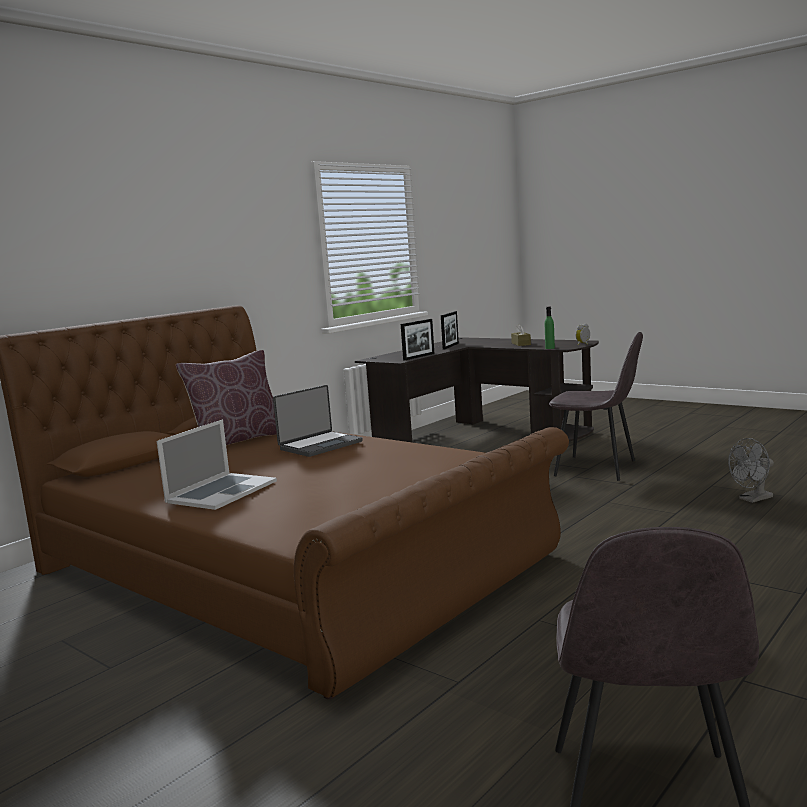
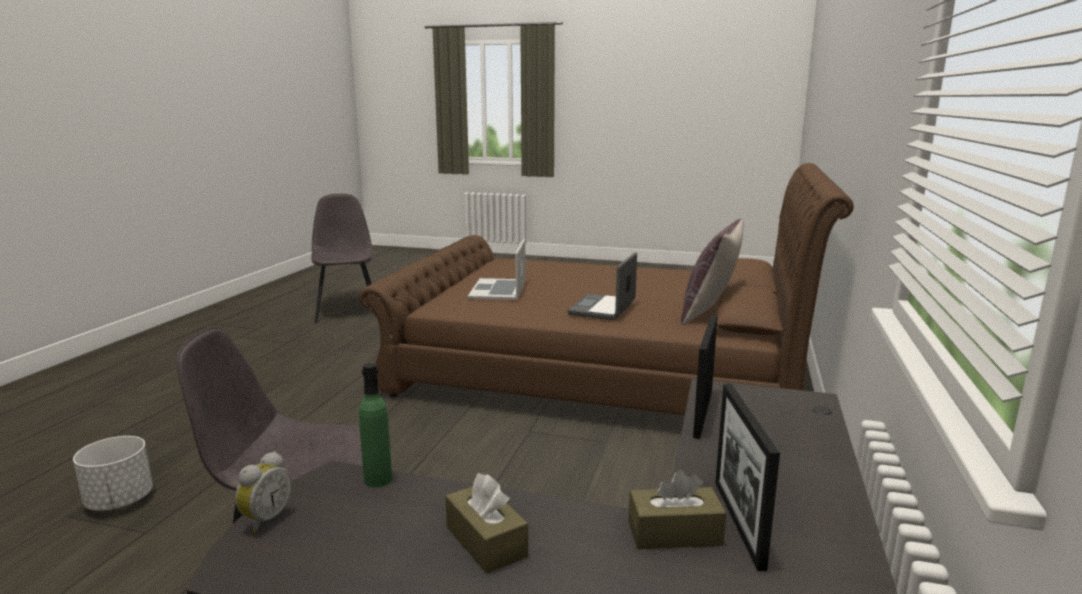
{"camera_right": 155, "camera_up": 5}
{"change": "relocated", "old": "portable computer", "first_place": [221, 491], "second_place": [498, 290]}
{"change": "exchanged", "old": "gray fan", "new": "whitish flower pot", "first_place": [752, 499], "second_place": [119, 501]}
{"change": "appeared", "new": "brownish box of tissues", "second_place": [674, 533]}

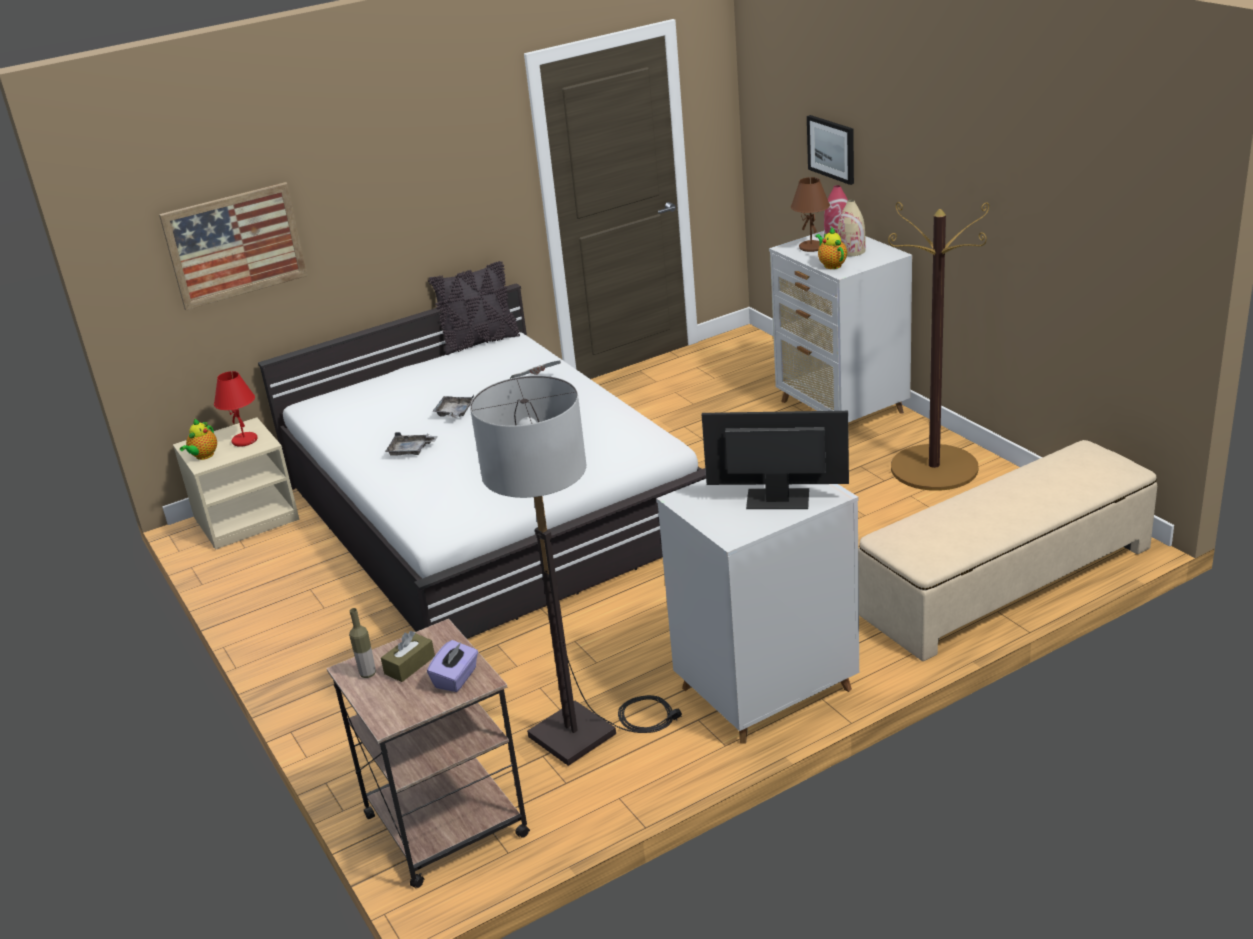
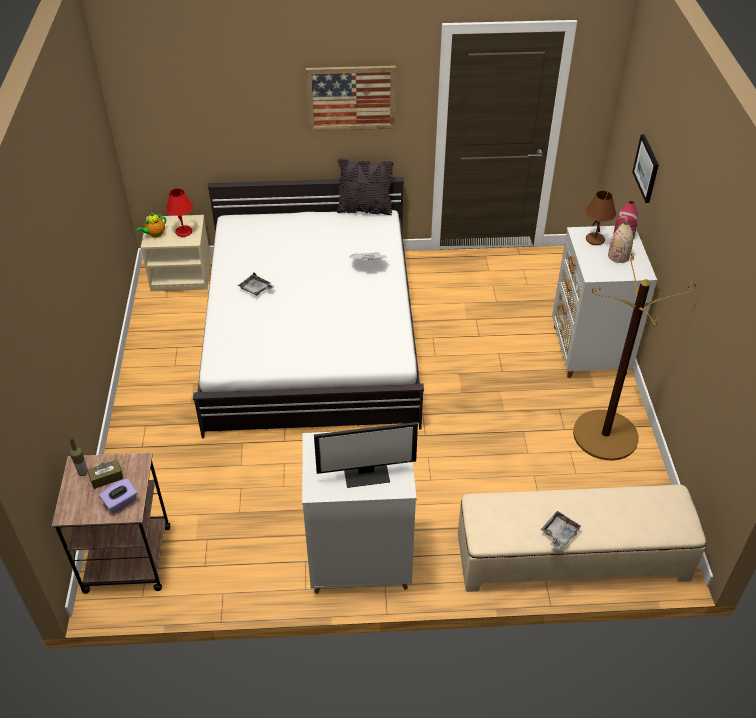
{"camera_right": 25, "camera_up": 15}
{"change": "relocated", "old": "wall picture", "first_place": [235, 245], "second_place": [351, 98]}
{"change": "missing", "old": "tea pot", "first_place": [831, 265]}
{"change": "missing", "old": "standing lamp", "first_place": [594, 731]}
{"change": "relocated", "old": "gray tray", "first_place": [454, 413], "second_place": [559, 533]}
{"change": "spun", "old": "monitor", "first_place": [777, 500], "second_place": [367, 473], "degrees": 135}

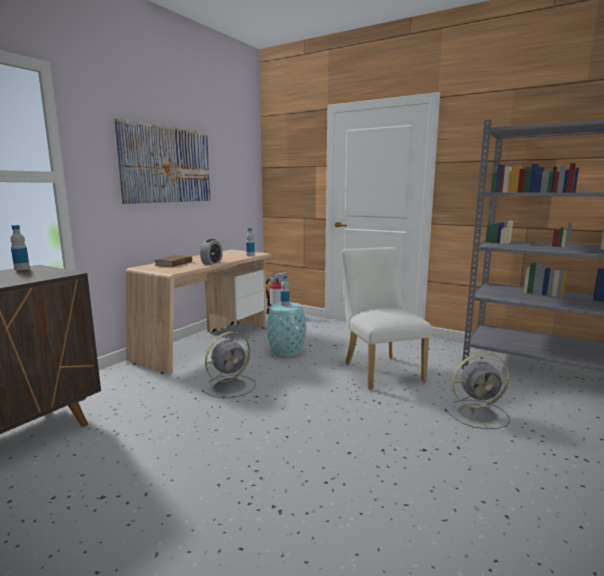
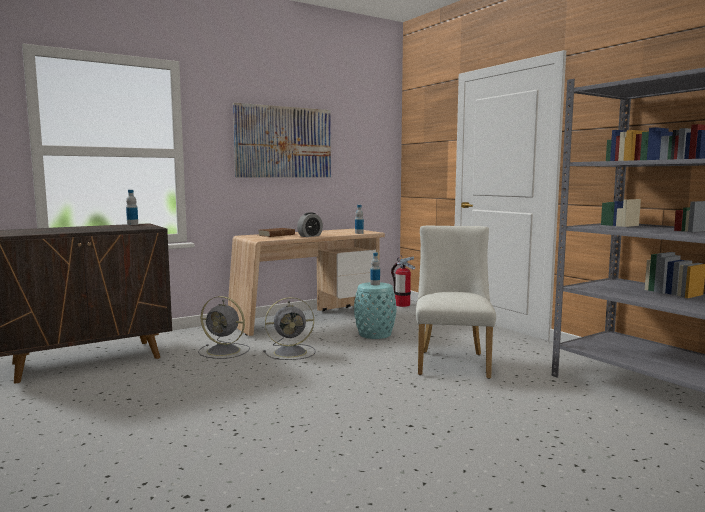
{"camera_right": 25, "camera_up": -5}
{"change": "relocated", "old": "gray fan", "first_place": [479, 414], "second_place": [225, 351]}

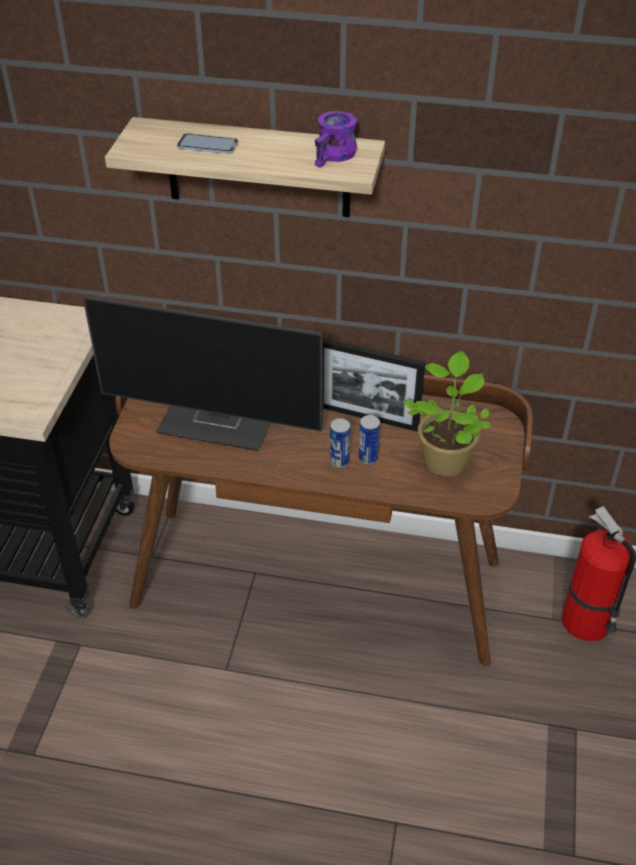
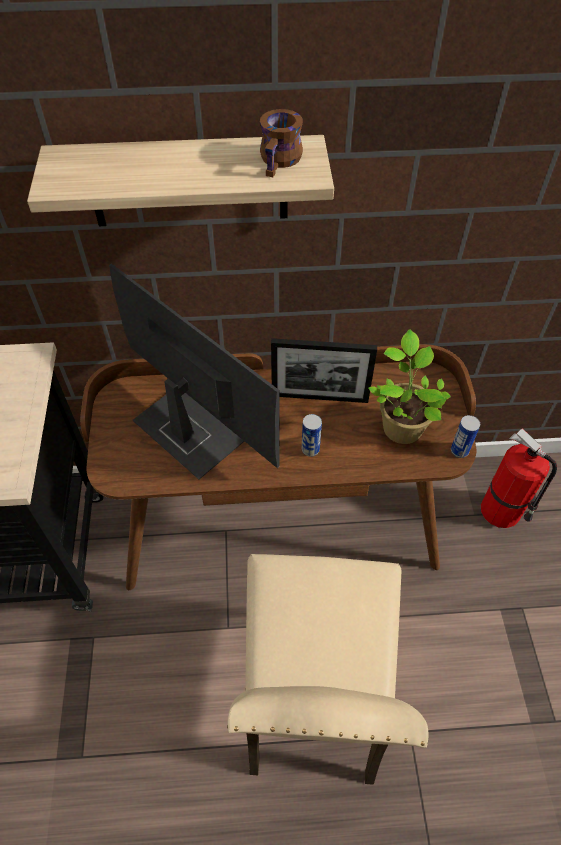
{"camera_right": -15, "camera_up": 10}
{"change": "colour", "old": "purplish coffee mug", "new": "brownish coffee mug", "first_place": [336, 156], "second_place": [282, 161]}
{"change": "missing", "old": "phone", "first_place": [207, 145]}
{"change": "spun", "old": "monitor", "first_place": [220, 421], "second_place": [187, 430], "degrees": -135}
{"change": "relocated", "old": "metal can", "first_place": [368, 458], "second_place": [459, 450]}
{"change": "appeared", "new": "beige-coloured upright chair", "second_place": [314, 696]}

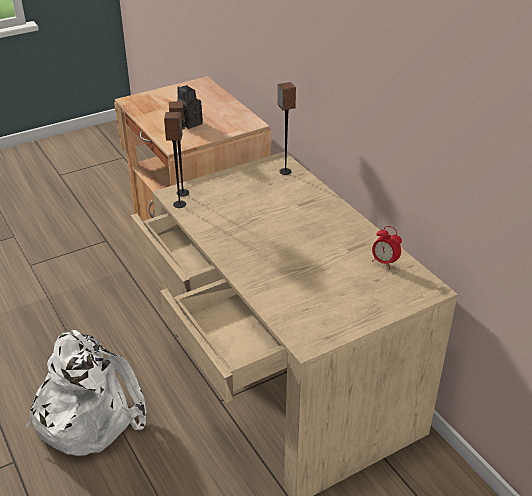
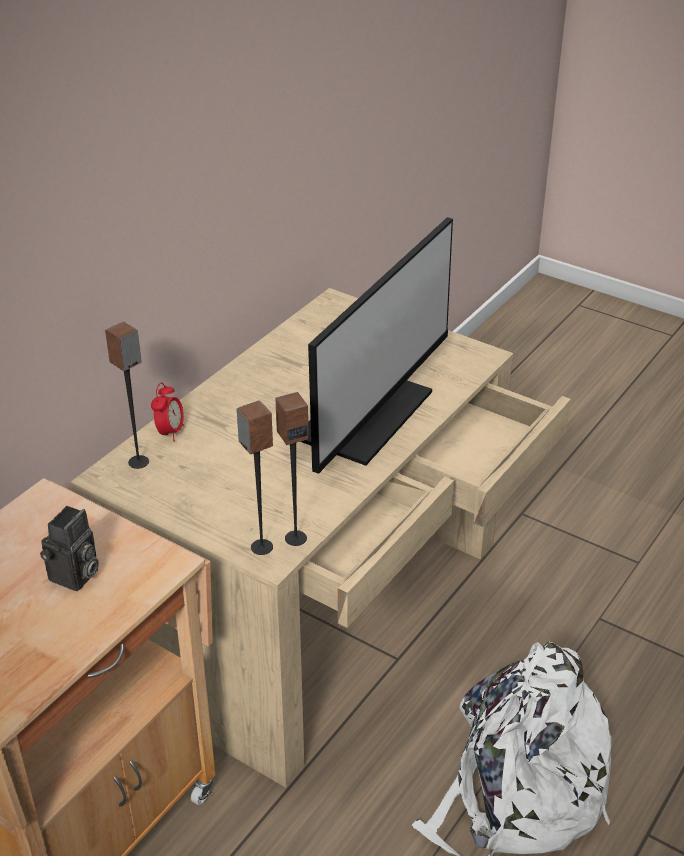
{"camera_right": -115, "camera_up": 0}
{"change": "relocated", "old": "bedside clock", "first_place": [384, 262], "second_place": [170, 432]}
{"change": "appeared", "new": "monitor", "second_place": [367, 416]}

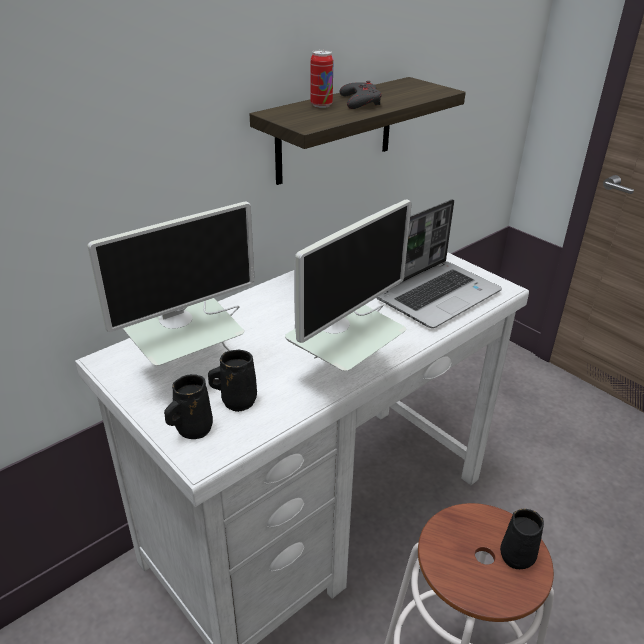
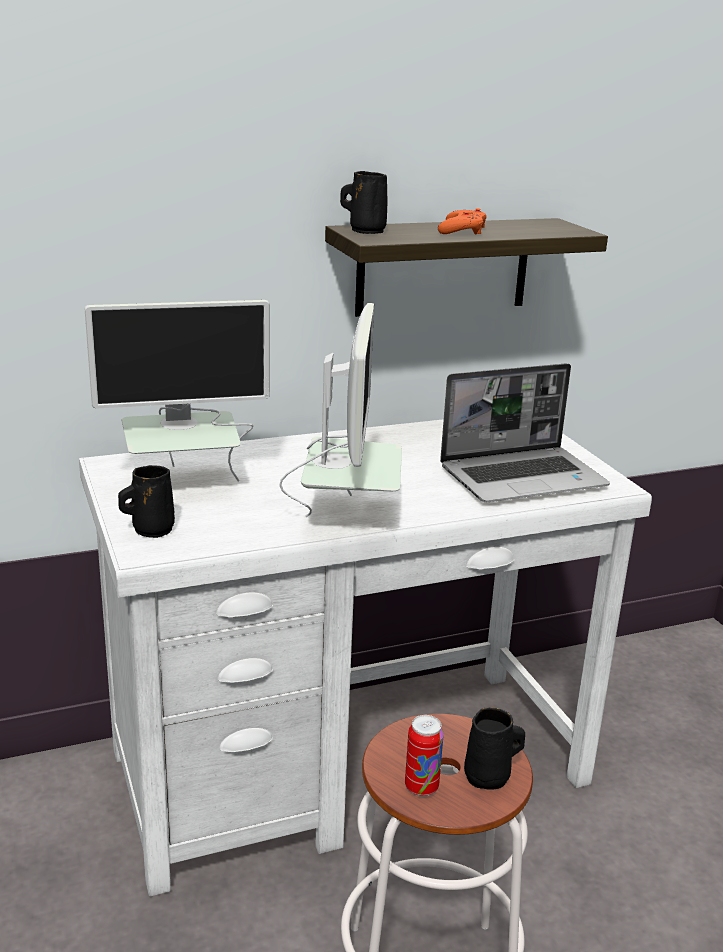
{"camera_right": 20, "camera_up": -10}
{"change": "relocated", "old": "metal can", "first_place": [321, 105], "second_place": [421, 787]}
{"change": "colour", "old": "gray gamepad", "new": "orange gamepad", "first_place": [360, 101], "second_place": [462, 230]}
{"change": "spun", "old": "monitor", "first_place": [343, 373], "second_place": [346, 520], "degrees": -60}
{"change": "relocated", "old": "black-coloured coffee mug", "first_place": [237, 401], "second_place": [365, 231]}

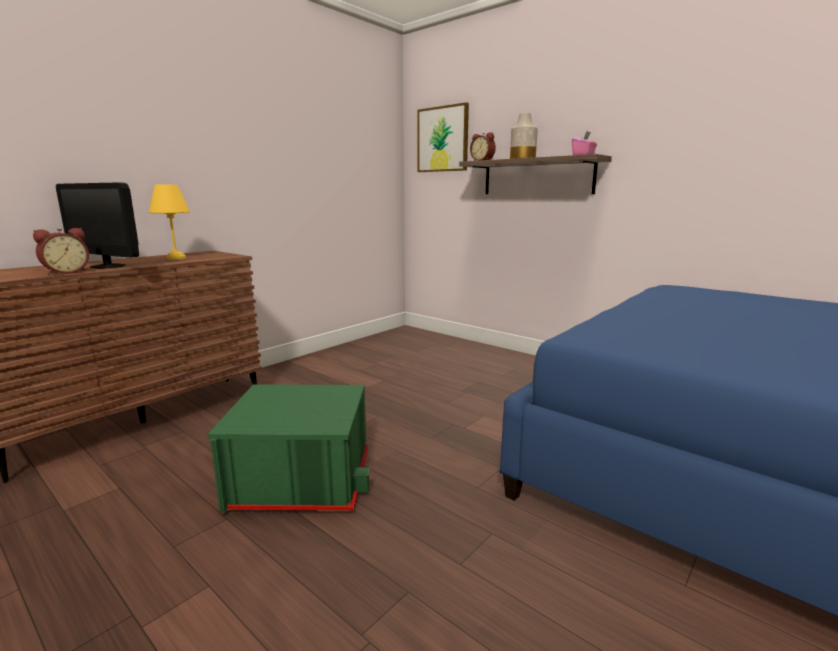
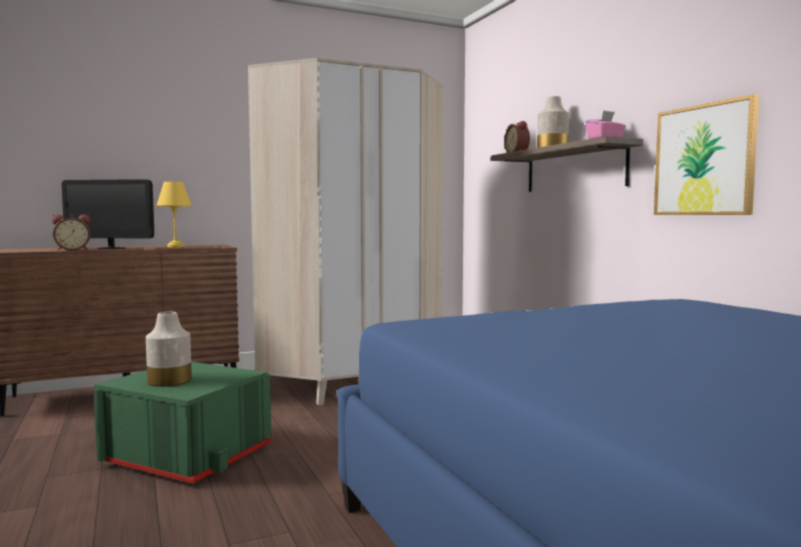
{"camera_right": 25, "camera_up": -10}
{"change": "relocated", "old": "wall picture", "first_place": [443, 139], "second_place": [704, 160]}
{"change": "spun", "old": "monitor", "first_place": [108, 266], "second_place": [111, 248], "degrees": -45}
{"change": "appeared", "new": "beige-coloured armoire", "second_place": [351, 382]}
{"change": "appeared", "new": "beige-coloured flower vase", "second_place": [170, 380]}

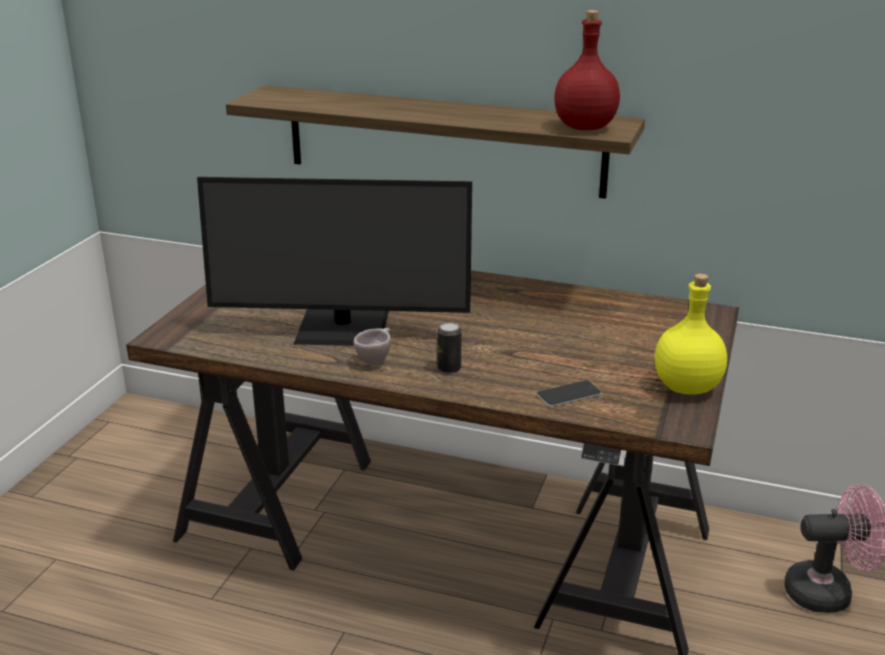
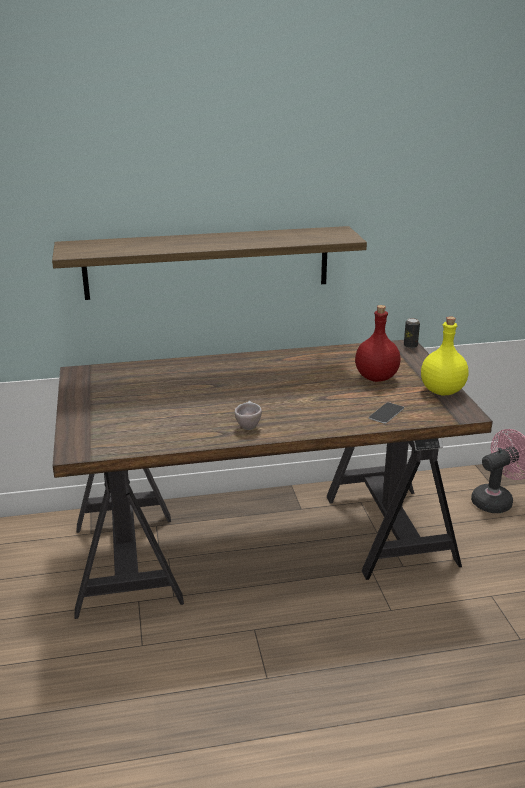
{"camera_right": -30, "camera_up": 0}
{"change": "relocated", "old": "reddish bottle", "first_place": [585, 127], "second_place": [376, 377]}
{"change": "missing", "old": "monitor", "first_place": [342, 327]}
{"change": "relocated", "old": "metal can", "first_place": [449, 368], "second_place": [410, 346]}

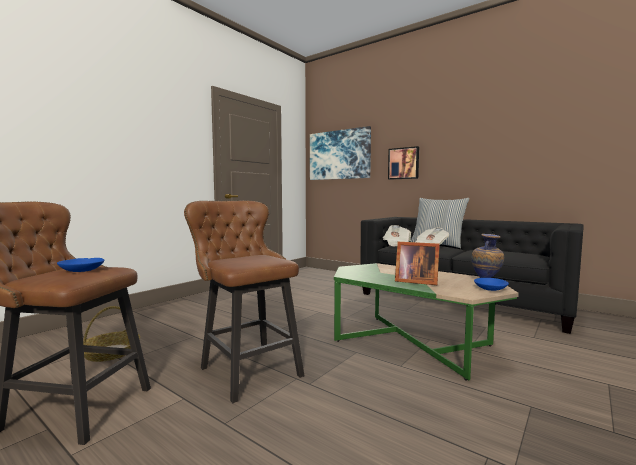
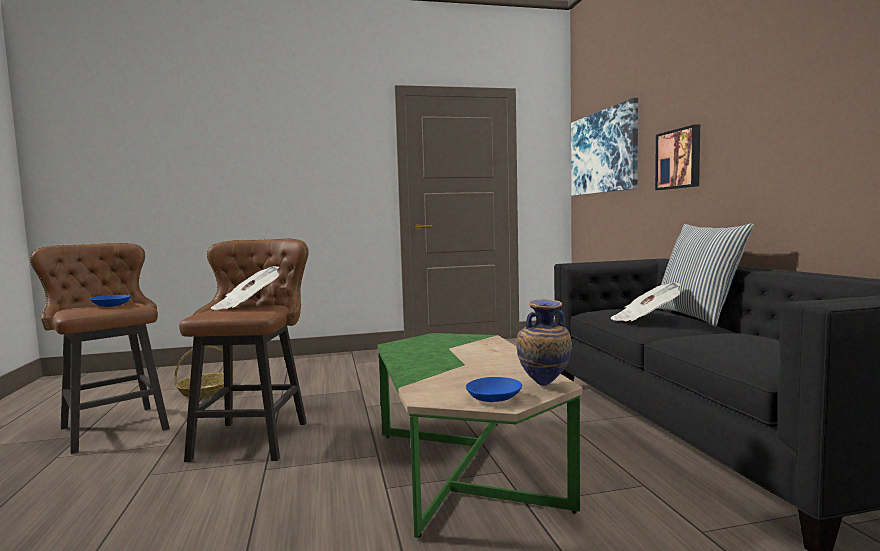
{"camera_right": 40, "camera_up": 0}
{"change": "relocated", "old": "printed paper", "first_place": [395, 244], "second_place": [247, 306]}
{"change": "missing", "old": "standing frame", "first_place": [415, 281]}

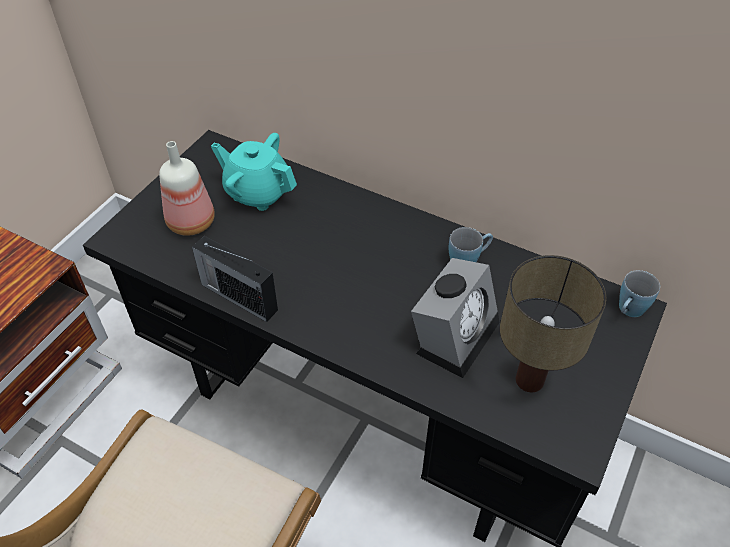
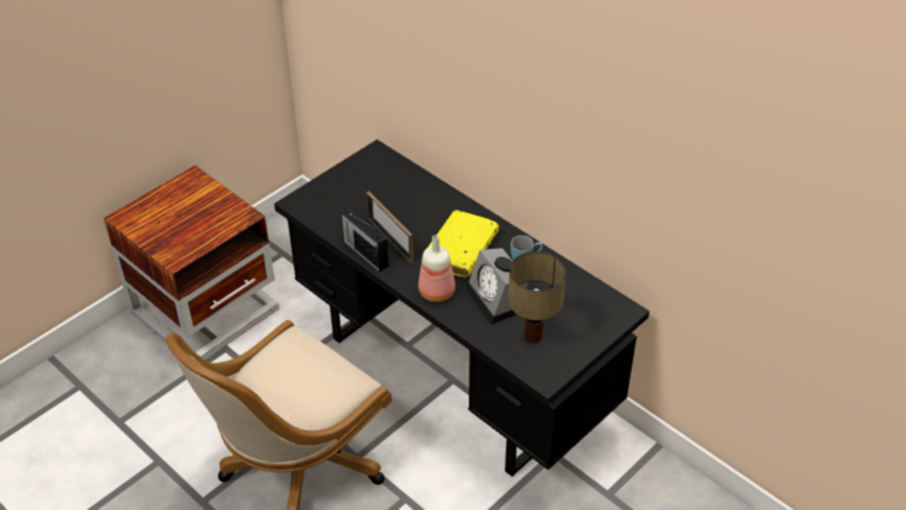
{"camera_right": 15, "camera_up": -5}
{"change": "missing", "old": "blue-green tea pot", "first_place": [258, 192]}
{"change": "relocated", "old": "bottle", "first_place": [191, 221], "second_place": [437, 291]}
{"change": "spun", "old": "bedside clock", "first_place": [455, 333], "second_place": [497, 301], "degrees": 105}
{"change": "missing", "old": "bluish coffee mug", "first_place": [628, 311]}
{"change": "appeared", "new": "standing frame", "second_place": [390, 240]}
{"change": "appeared", "new": "yellowish bound book", "second_place": [461, 250]}

